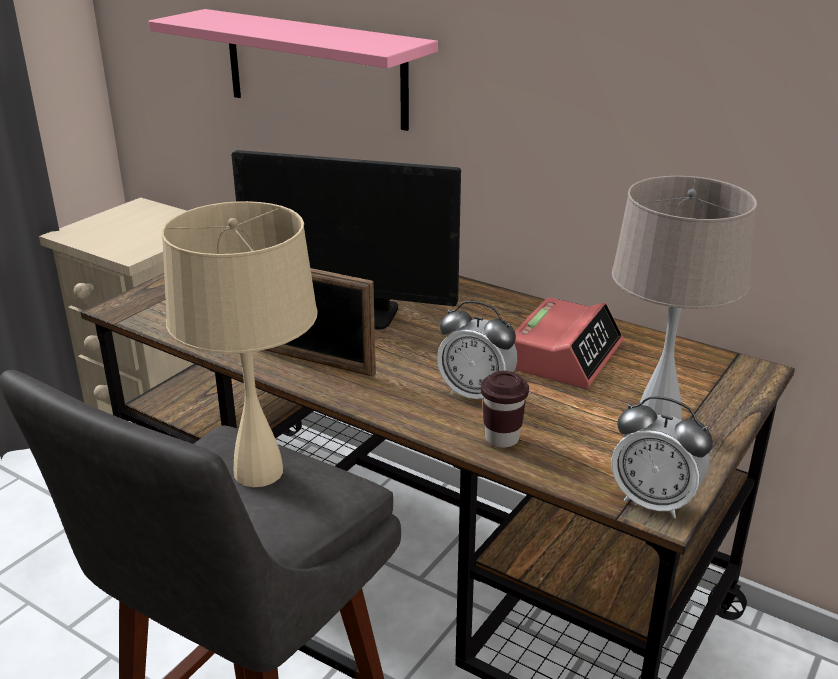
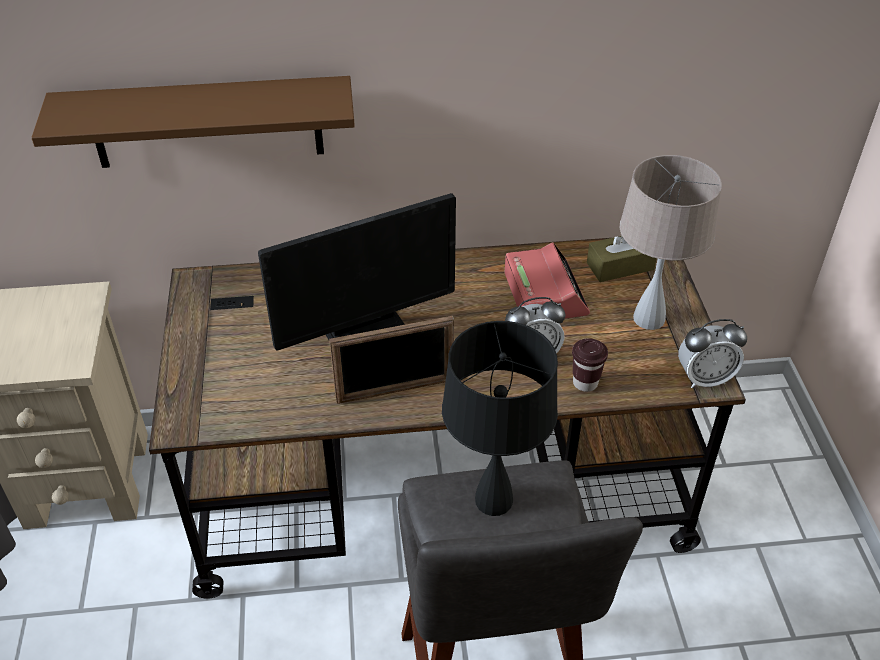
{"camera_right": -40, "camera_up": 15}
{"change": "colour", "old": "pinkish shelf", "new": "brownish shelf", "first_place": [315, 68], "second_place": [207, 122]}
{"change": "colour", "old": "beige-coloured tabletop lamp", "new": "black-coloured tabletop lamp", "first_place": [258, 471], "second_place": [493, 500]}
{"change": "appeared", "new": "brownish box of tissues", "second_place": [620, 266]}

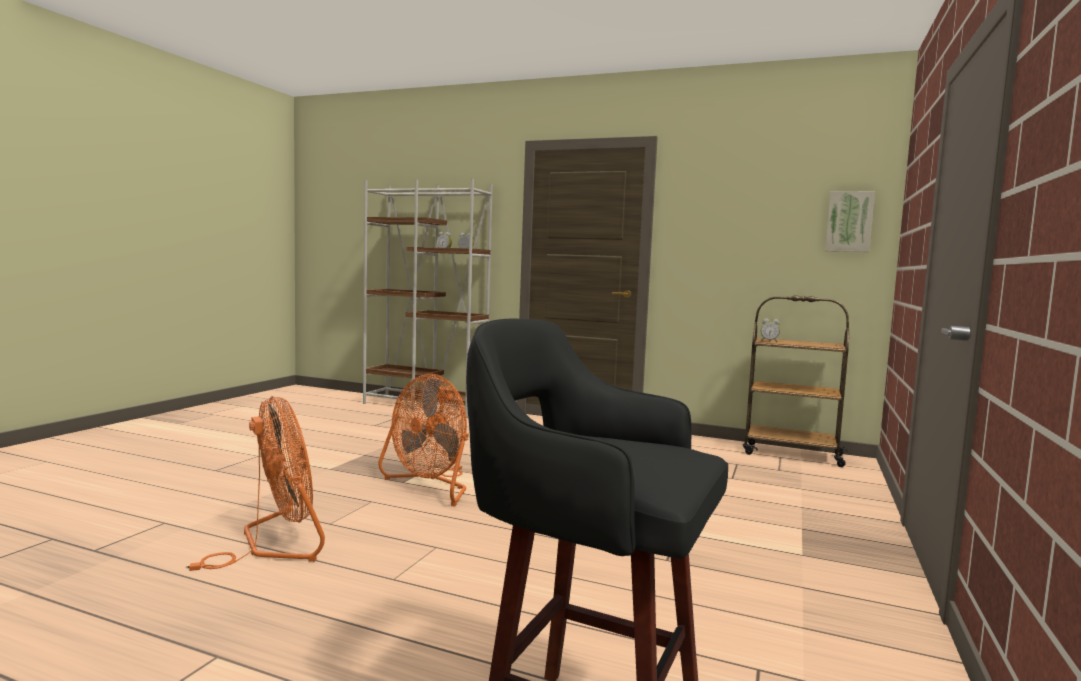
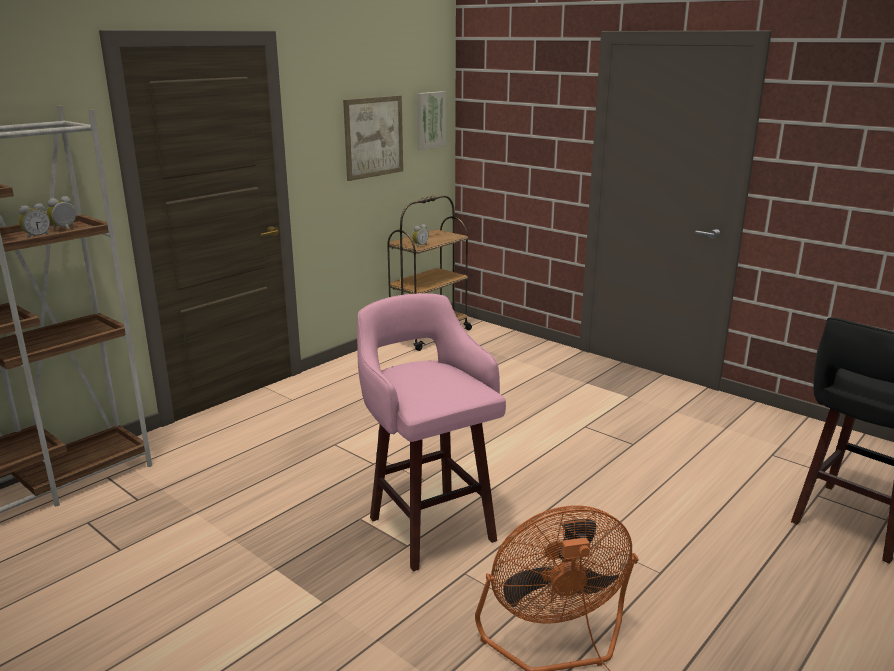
{"camera_right": -70, "camera_up": 15}
{"change": "exchanged", "old": "orange fan", "new": "pinkish stool seat", "first_place": [432, 485], "second_place": [429, 526]}
{"change": "appeared", "new": "wall picture", "second_place": [373, 137]}

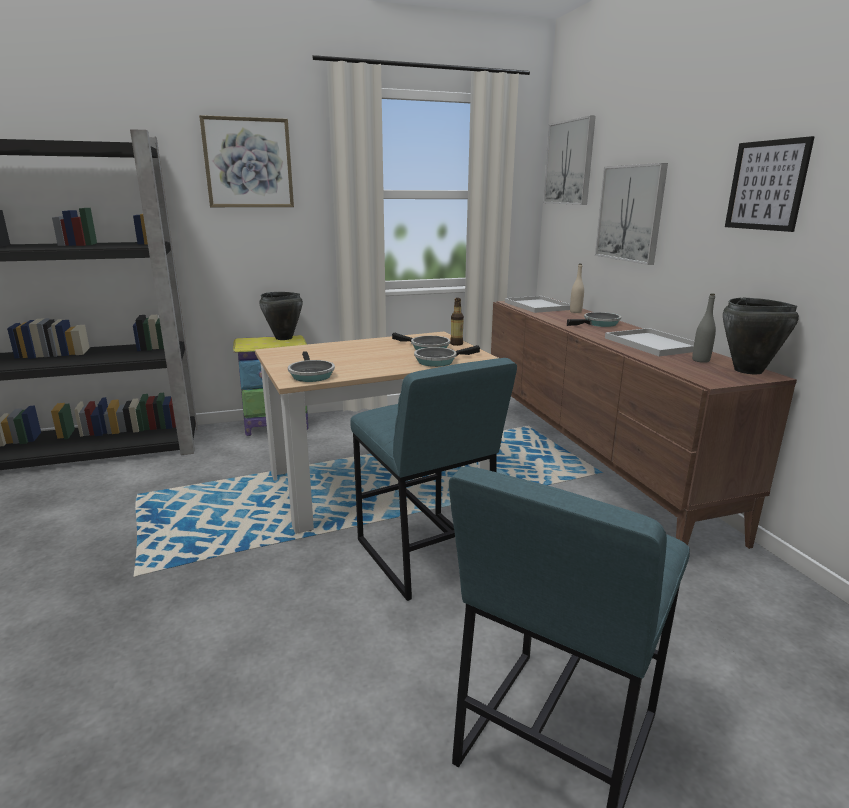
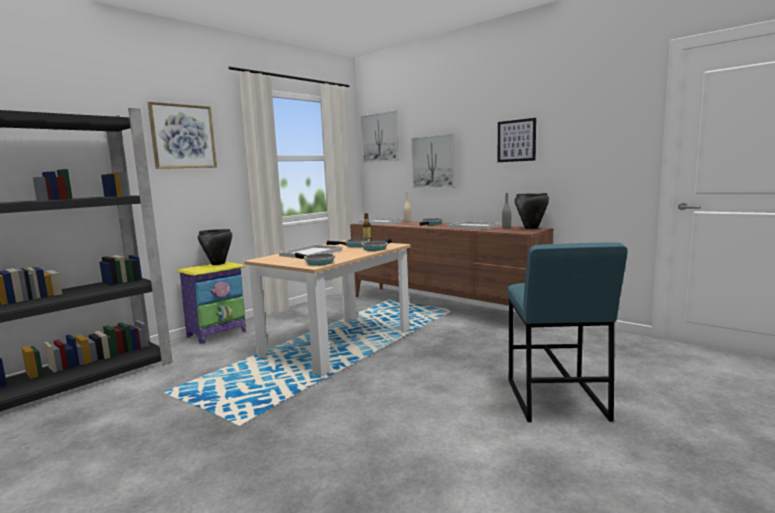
{"camera_right": -30, "camera_up": -10}
{"change": "missing", "old": "bluish stool seat", "first_place": [426, 555]}
{"change": "appeared", "new": "whitish tray", "second_place": [311, 253]}

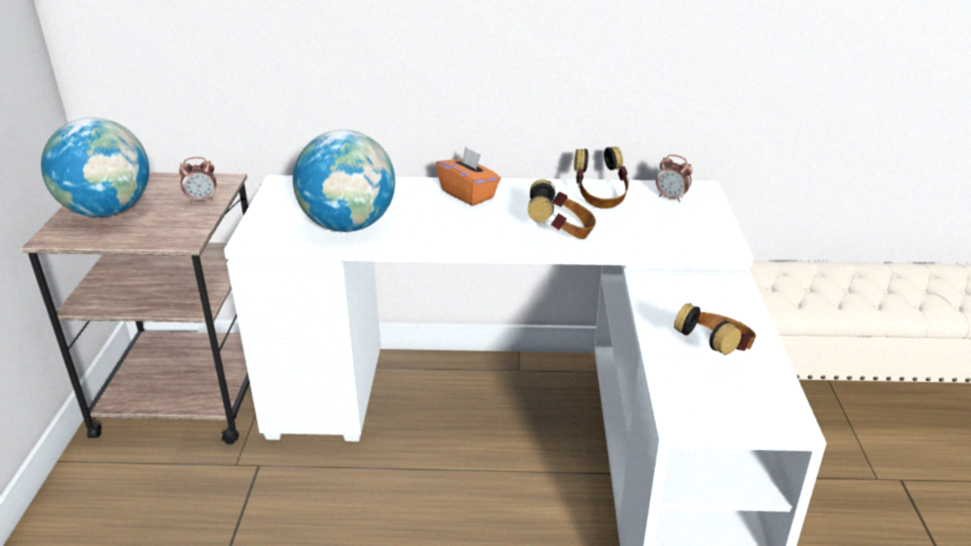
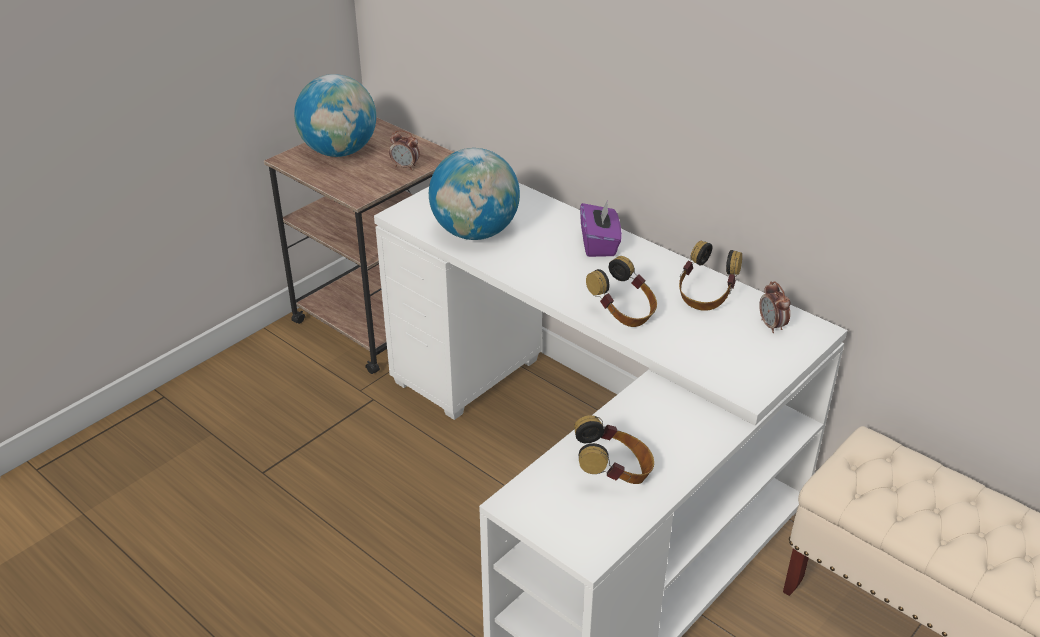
{"camera_right": 40, "camera_up": 5}
{"change": "colour", "old": "orange box of tissues", "new": "purplish box of tissues", "first_place": [468, 194], "second_place": [599, 244]}

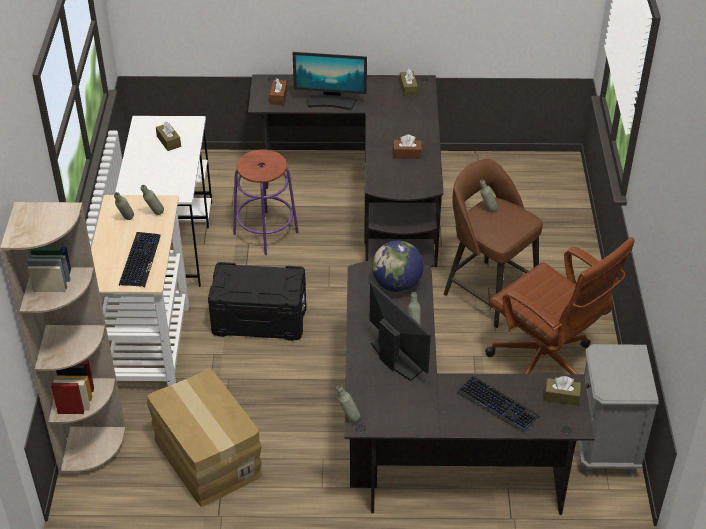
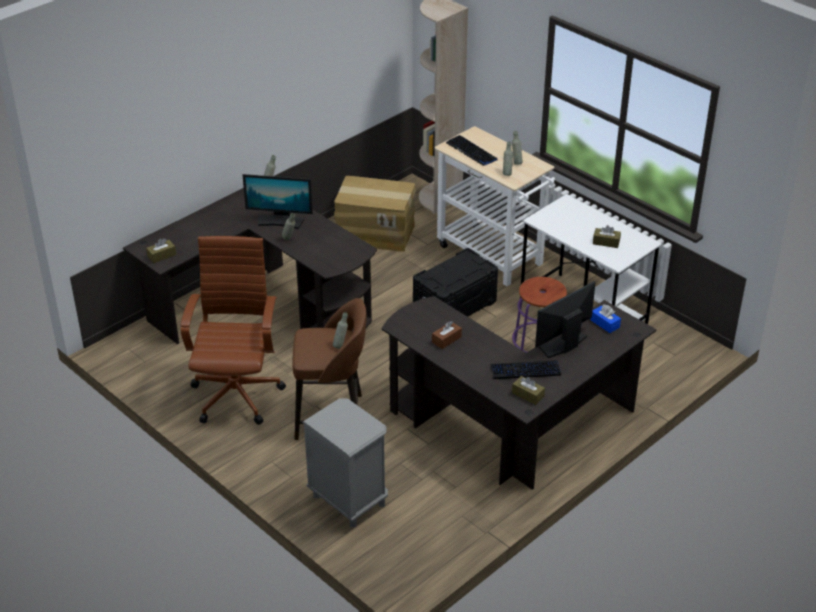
{"camera_right": 135, "camera_up": -5}
{"change": "colour", "old": "brownish box of tissues", "new": "bluish box of tissues", "first_place": [278, 97], "second_place": [605, 323]}
{"change": "spun", "old": "brownish computer chair", "first_place": [545, 366], "second_place": [237, 393], "degrees": 90}
{"change": "missing", "old": "globe", "first_place": [397, 284]}
{"change": "relocated", "old": "gray nightstand", "first_place": [605, 449], "second_place": [348, 500]}
{"change": "relocated", "old": "keyboard", "first_place": [497, 405], "second_place": [525, 370]}

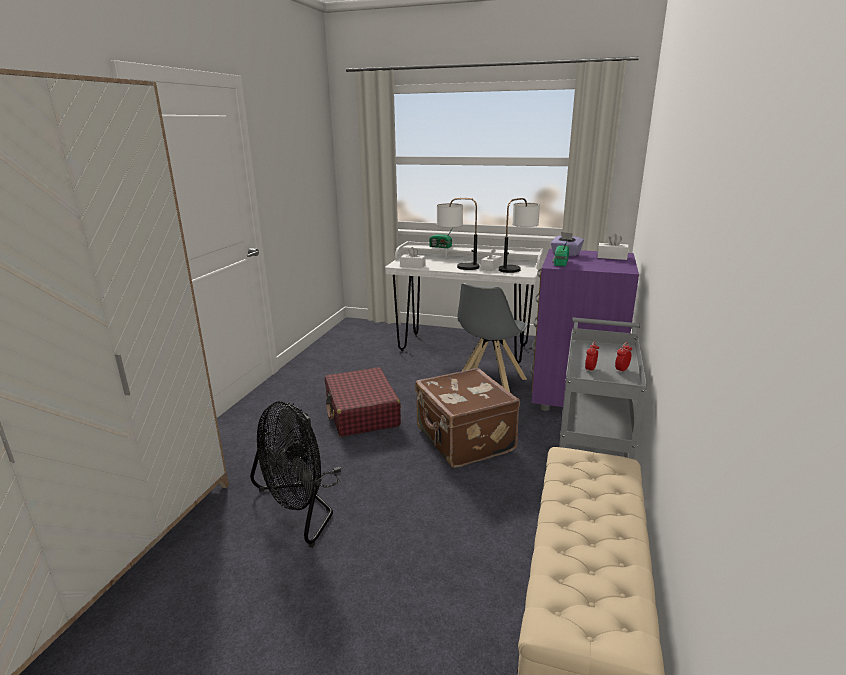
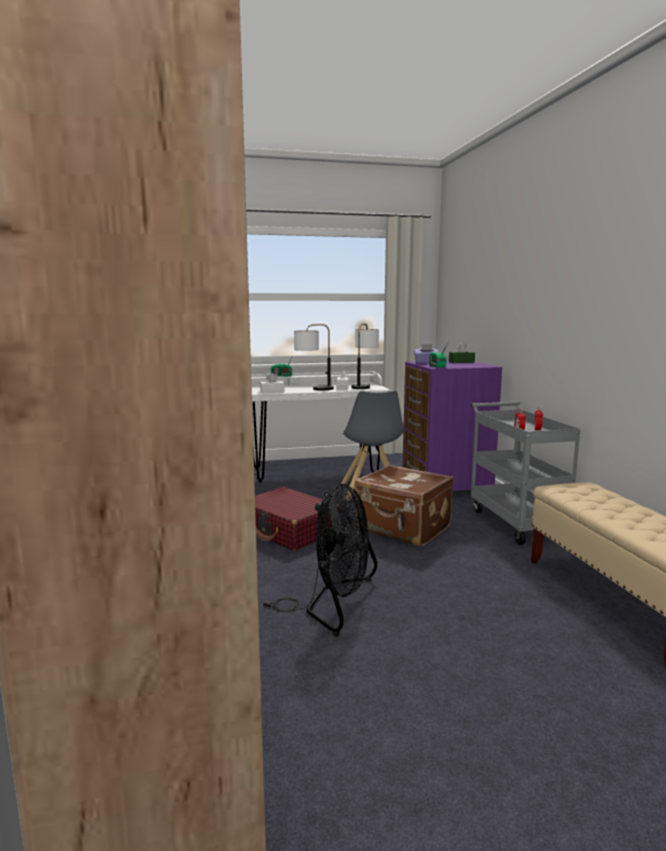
{"camera_right": -30, "camera_up": -10}
{"change": "colour", "old": "whitish box of tissues", "new": "green box of tissues", "first_place": [612, 257], "second_place": [461, 362]}
{"change": "spun", "old": "black-coloured fan", "first_place": [302, 504], "second_place": [331, 603], "degrees": -90}

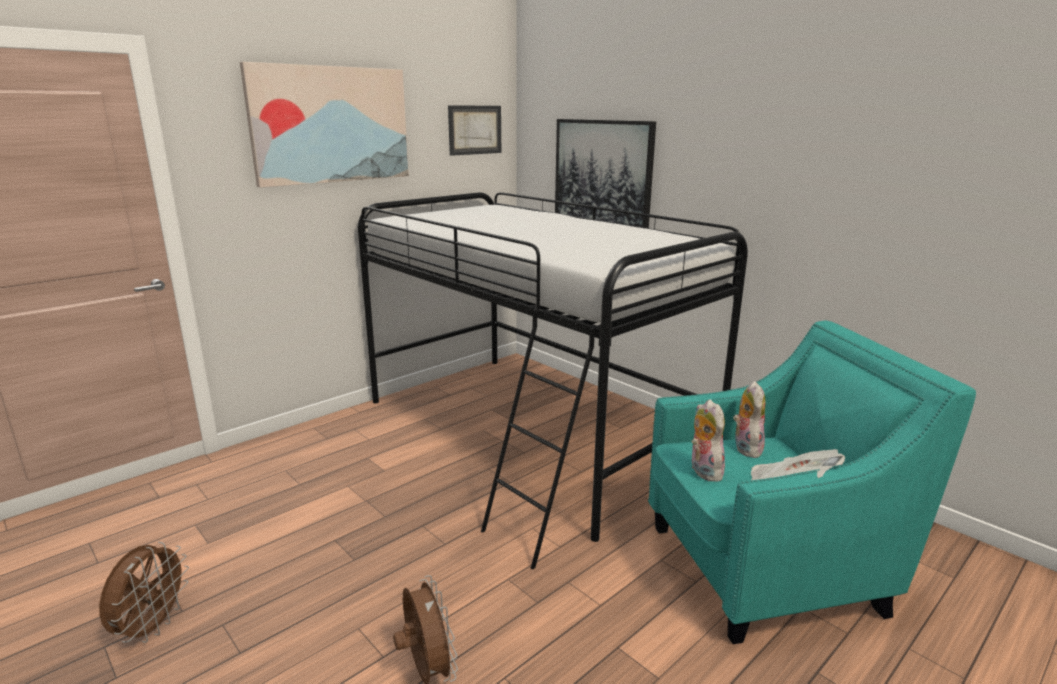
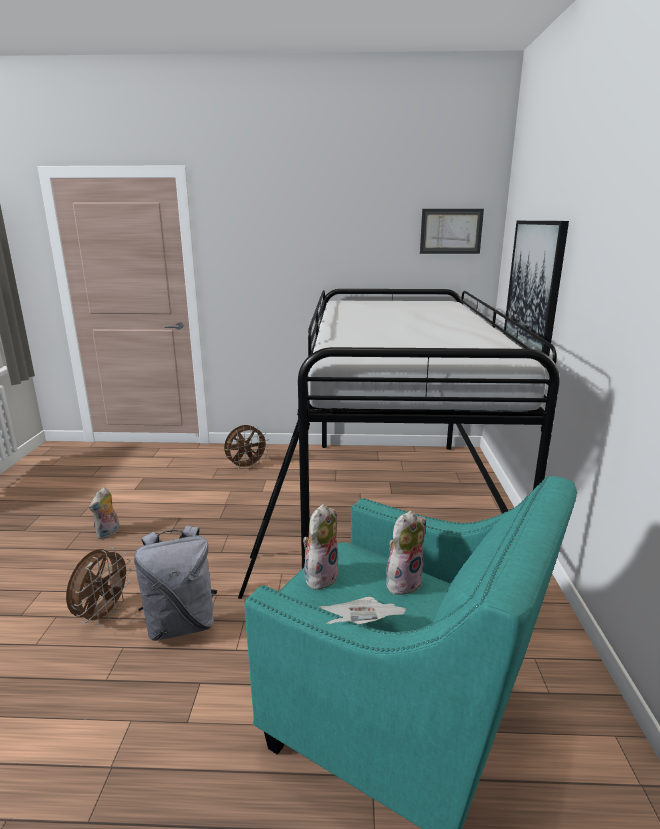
{"camera_right": 45, "camera_up": 0}
{"change": "missing", "old": "wall picture", "first_place": [331, 125]}
{"change": "relocated", "old": "brownish fan", "first_place": [152, 627], "second_place": [246, 466]}
{"change": "appeared", "new": "soft toy", "second_place": [108, 533]}
{"change": "appeared", "new": "gray rucksack", "second_place": [181, 624]}

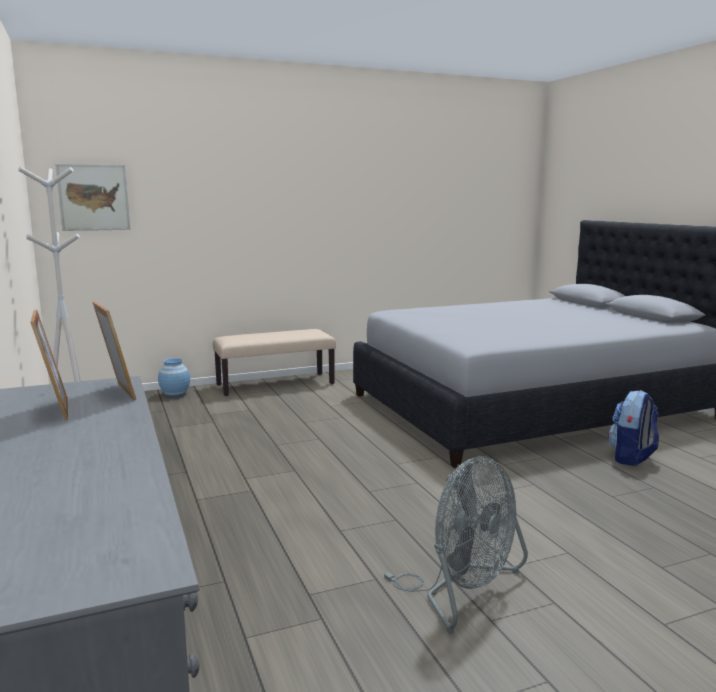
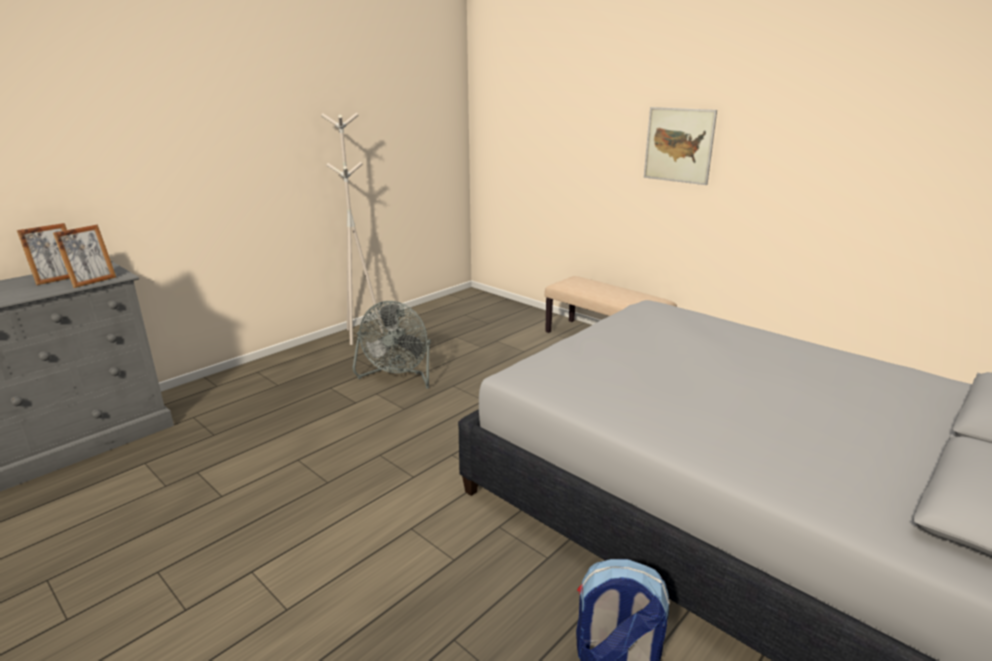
{"camera_right": 65, "camera_up": 10}
{"change": "relocated", "old": "wall picture", "first_place": [94, 197], "second_place": [678, 145]}
{"change": "missing", "old": "bluish flower vase", "first_place": [175, 394]}
{"change": "relocated", "old": "gray fan", "first_place": [460, 591], "second_place": [396, 375]}

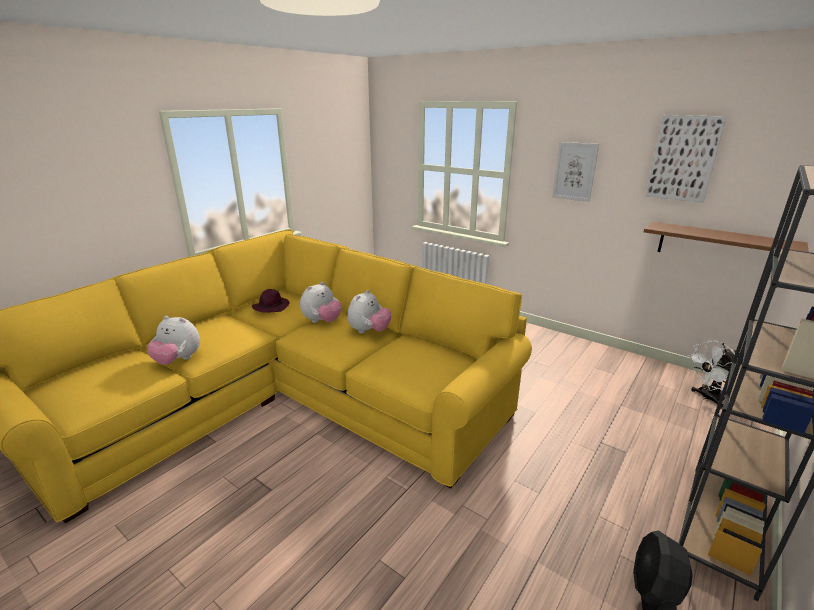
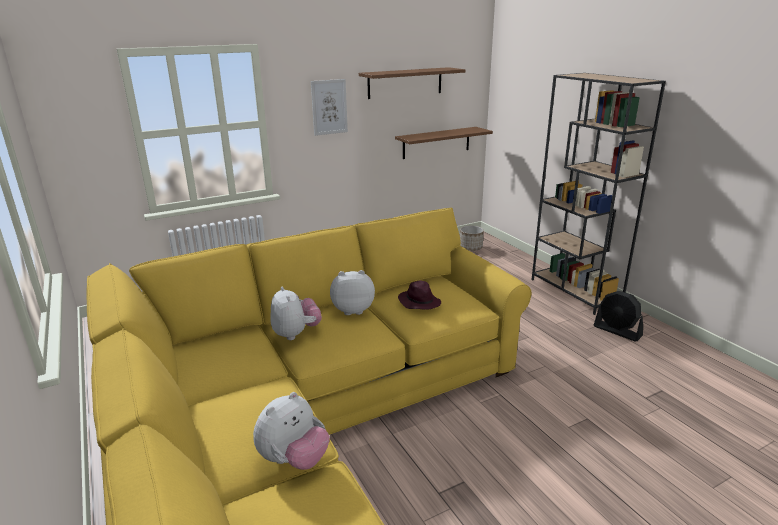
{"camera_right": -65, "camera_up": 0}
{"change": "exchanged", "old": "wall picture", "new": "brownish shelf", "first_place": [683, 158], "second_place": [405, 83]}
{"change": "relocated", "old": "purplish wearable hat", "first_place": [271, 306], "second_place": [419, 302]}
{"change": "spun", "old": "soft toy", "first_place": [369, 331], "second_place": [353, 310], "degrees": -60}
{"change": "exchanged", "old": "whitish fan", "new": "flower pot", "first_place": [707, 398], "second_place": [471, 247]}

